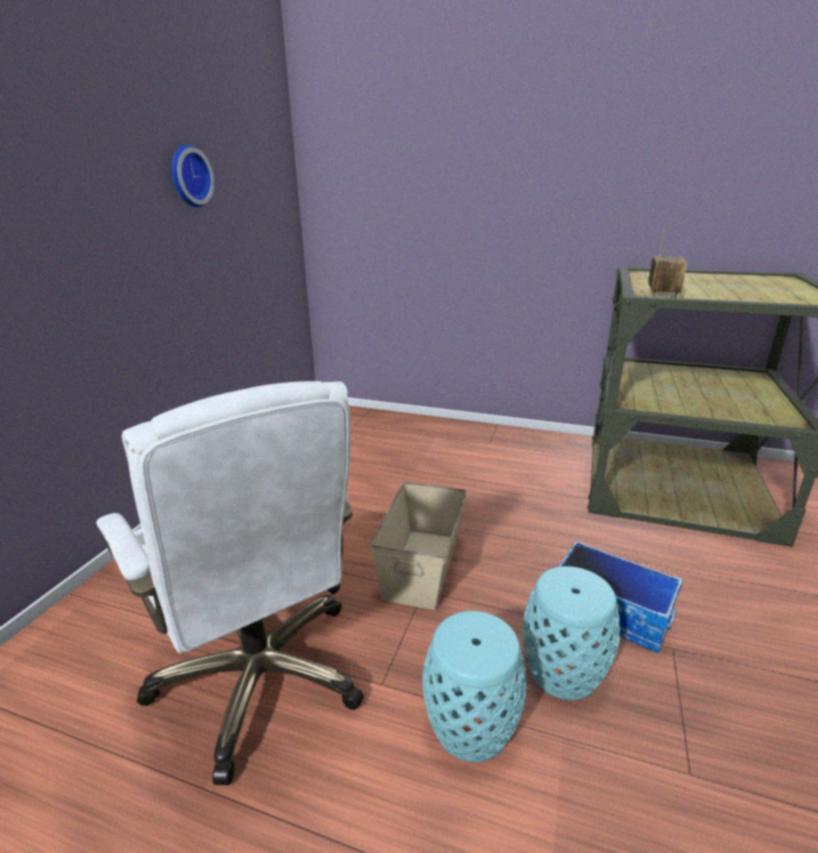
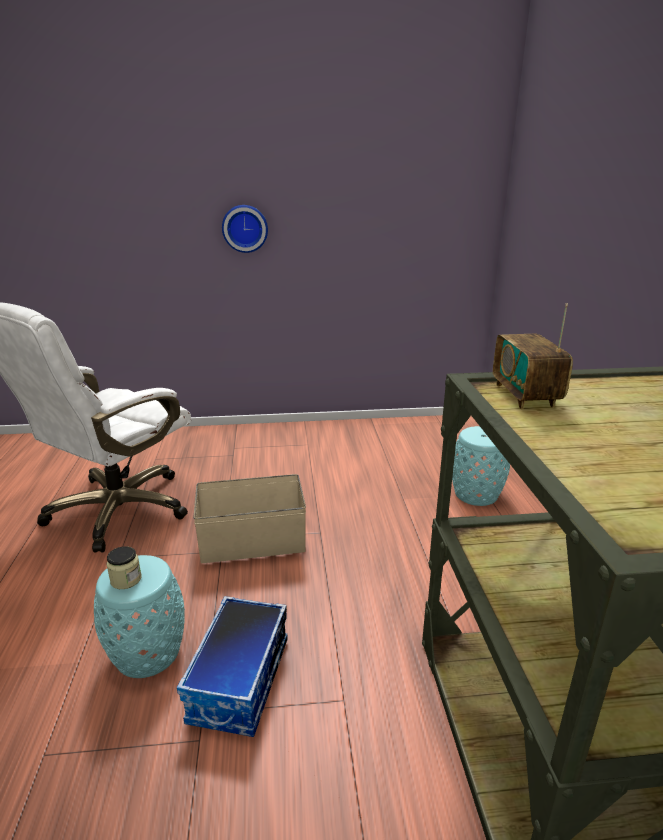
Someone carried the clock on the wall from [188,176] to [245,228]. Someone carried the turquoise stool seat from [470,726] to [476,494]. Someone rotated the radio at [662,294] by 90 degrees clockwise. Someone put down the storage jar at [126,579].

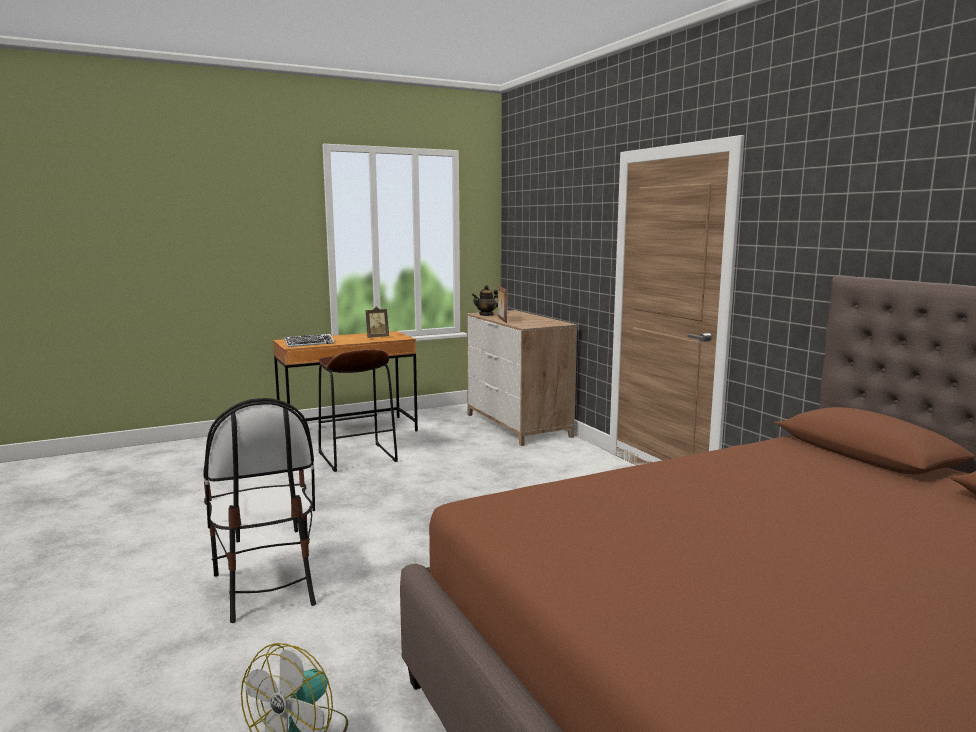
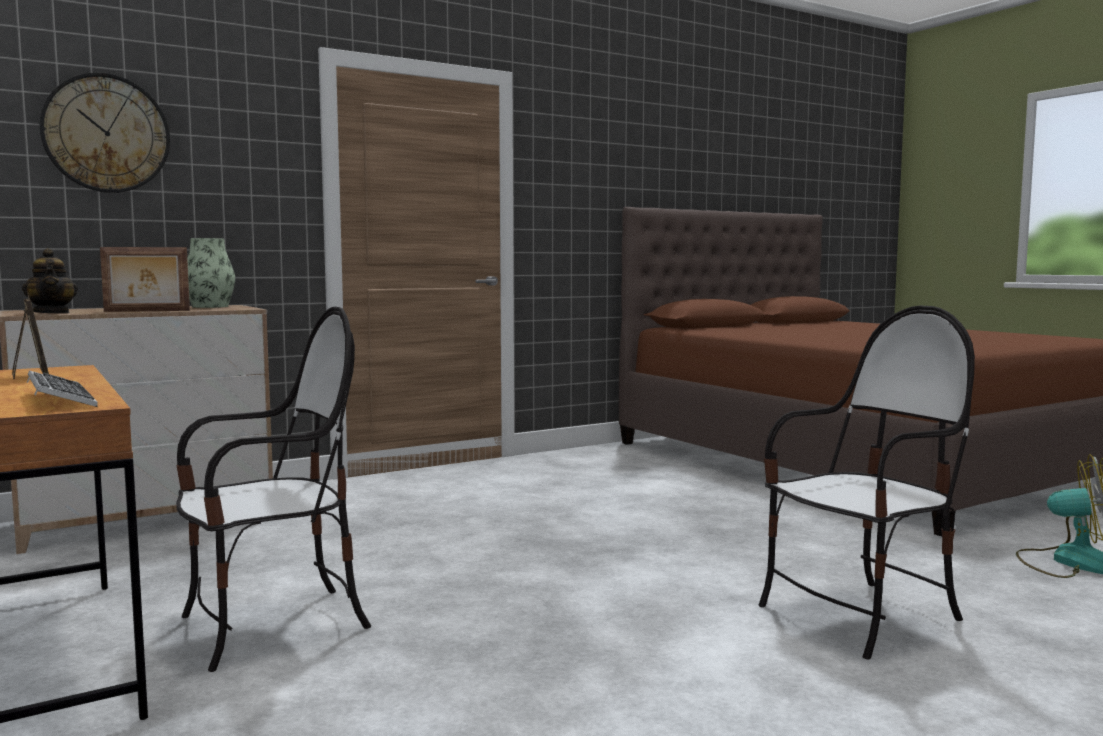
Someone swapped the brownish stool seat at [357,457] for the plain chair at [272,626]. Someone put up the clock on the wall at [106,133]. Someone put down the decorative vase at [210,306].

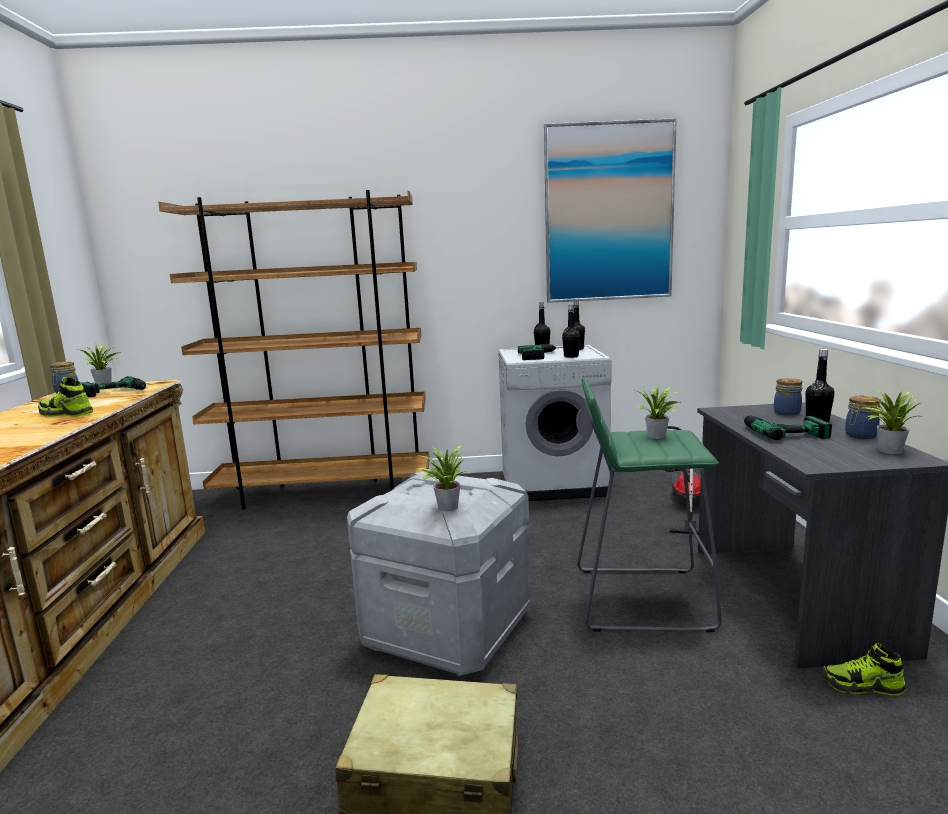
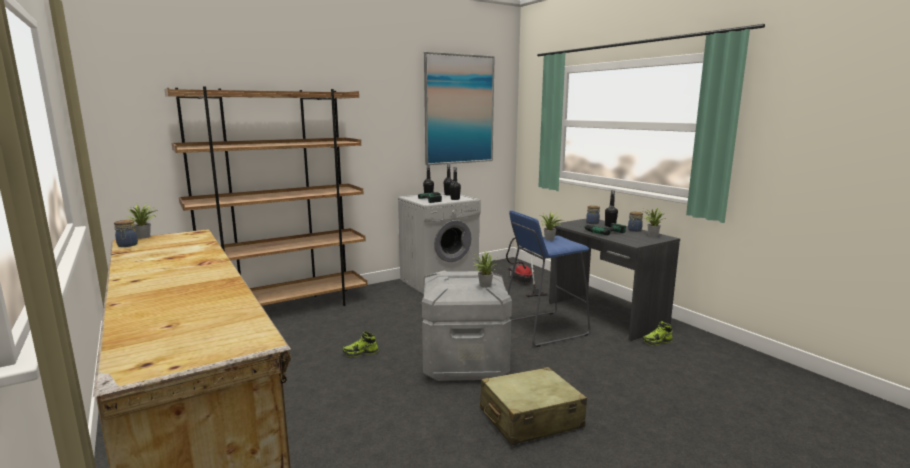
Someone carried the shoe from [66,414] to [360,353]. Someone took away the power drill at [117,393]. Someone repainted the greenish stool seat at [640,598], which became the blue stool seat at [543,328].

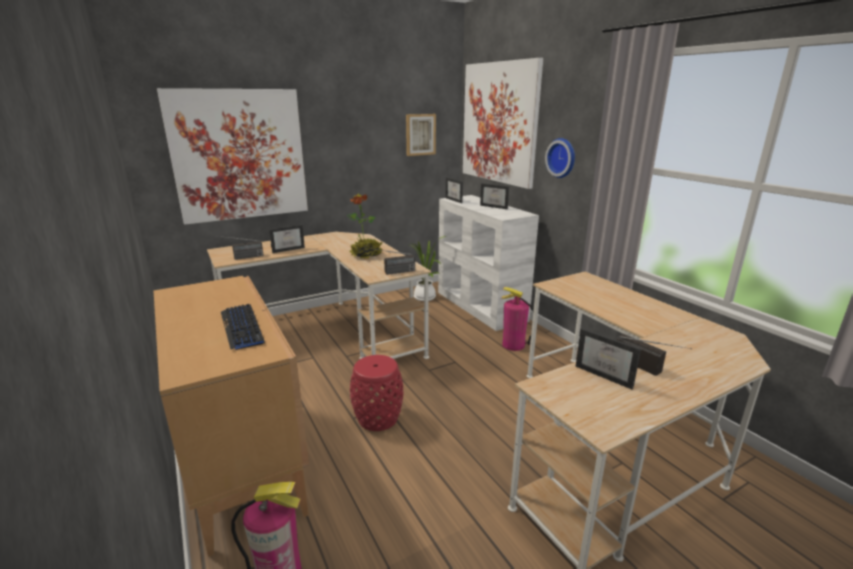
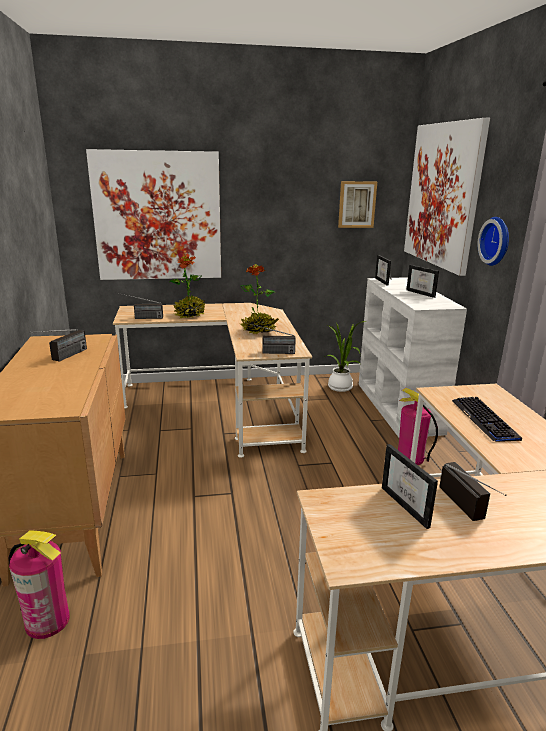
Someone carried the keyboard from [242,327] to [484,420]. Someone swapped the standing frame at [288,249] for the houseplant at [190,315]. Someone took away the red-coloured stool seat at [378,418]. Someone put down the radio at [63,358].

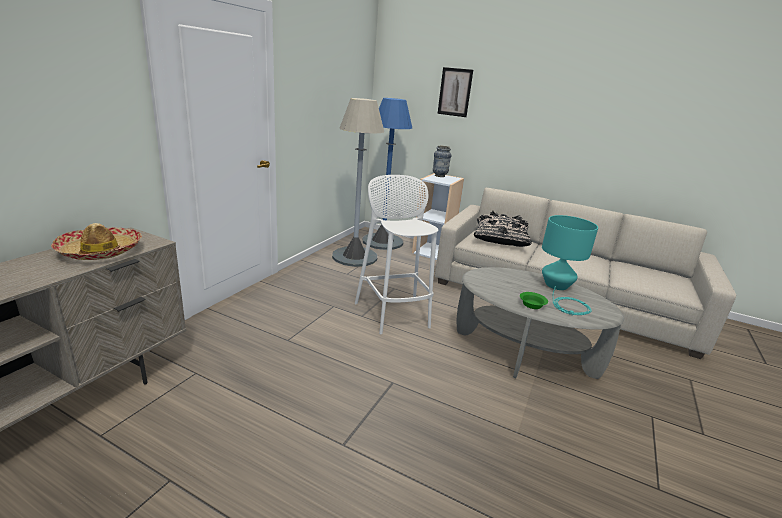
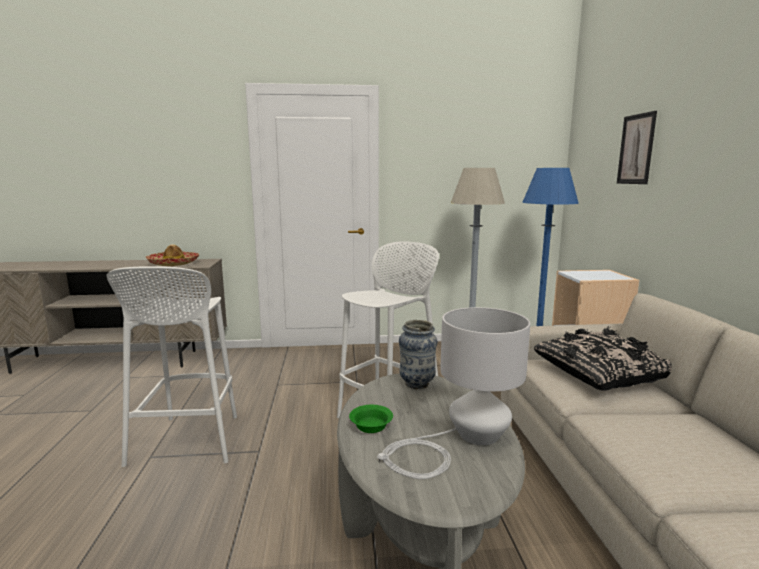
Someone carried the decorative vase from [439,176] to [417,384]. Someone repainted the turquoise lamp for a table at [561,293], which became the whitish lamp for a table at [455,443]. Someone put down the whitish stool seat at [189,441].

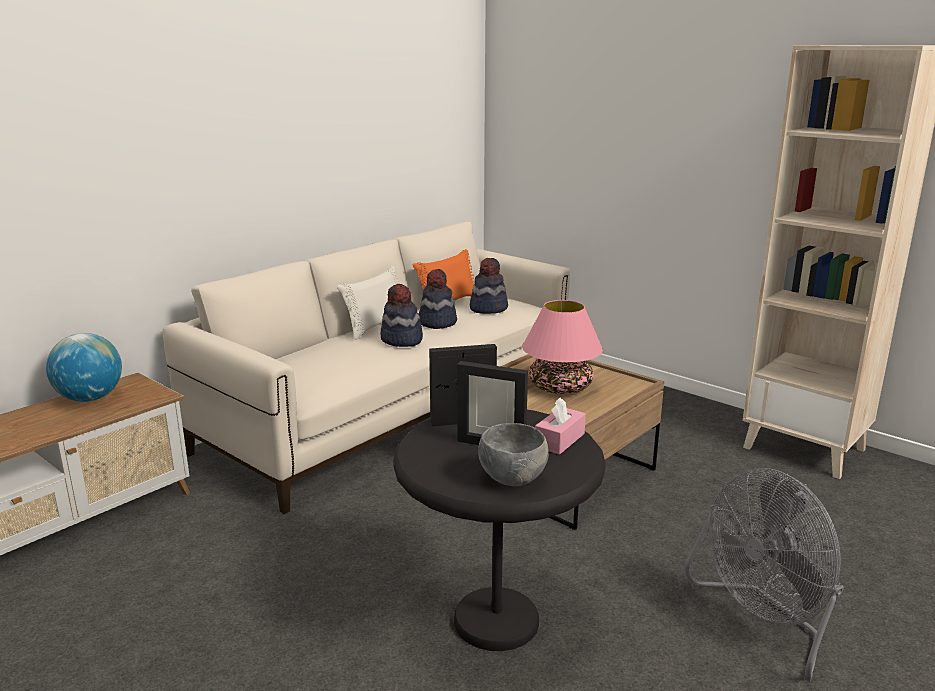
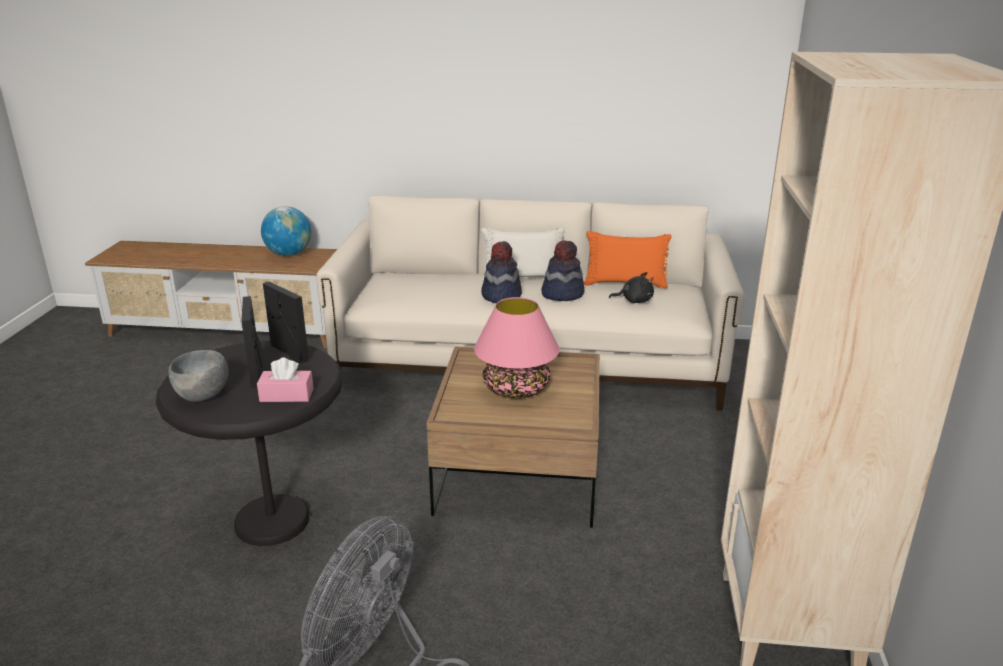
Someone swapped the hat at [488,308] for the black-coloured cuddly toy at [634,301].

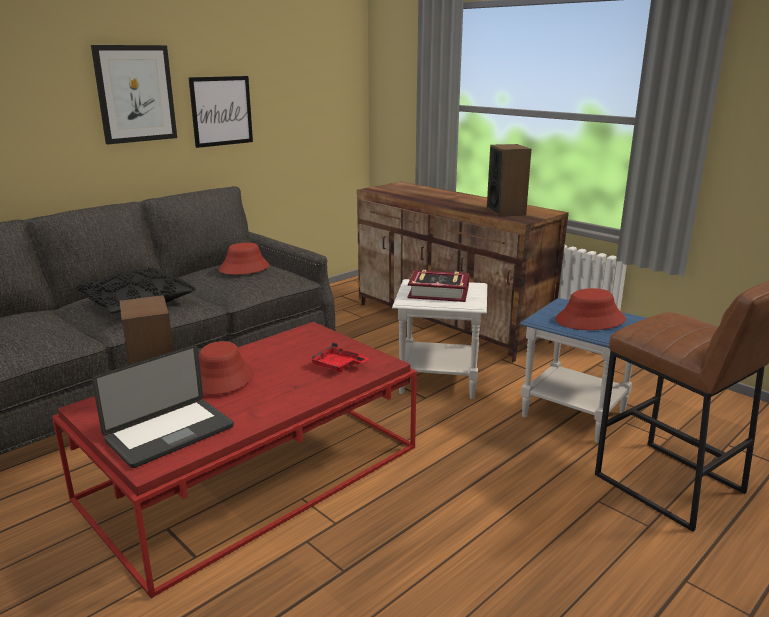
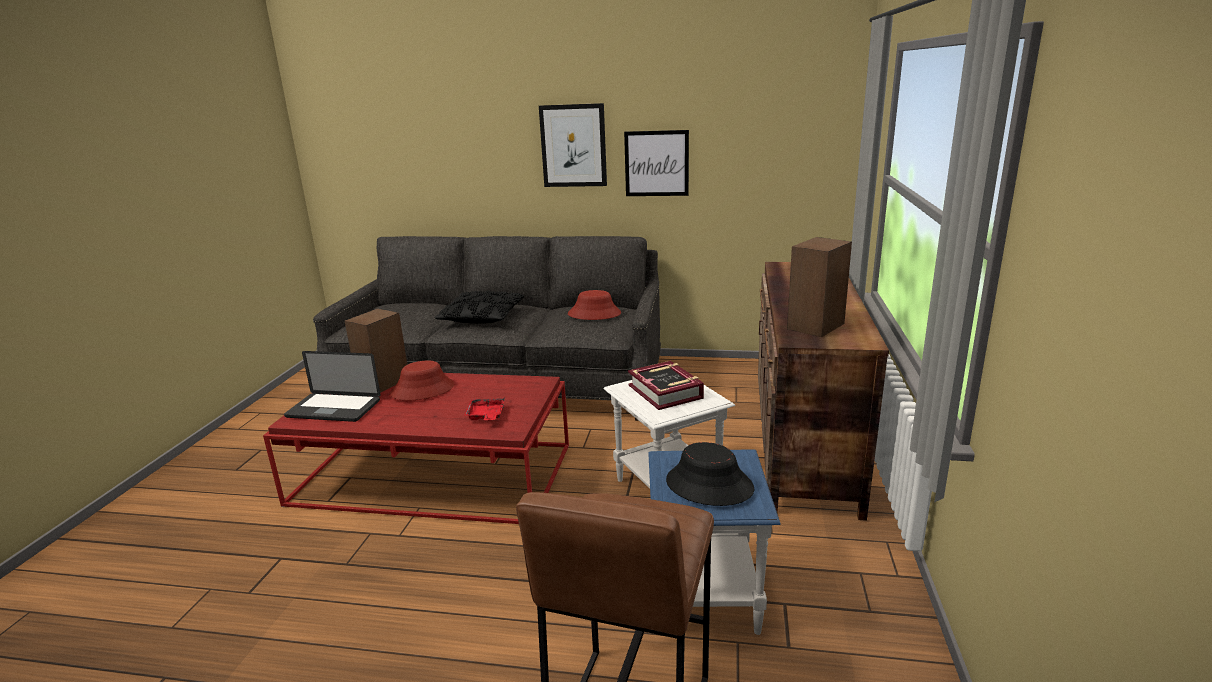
Someone repainted the red-coloured hat at [590,320], which became the black-coloured hat at [709,485].

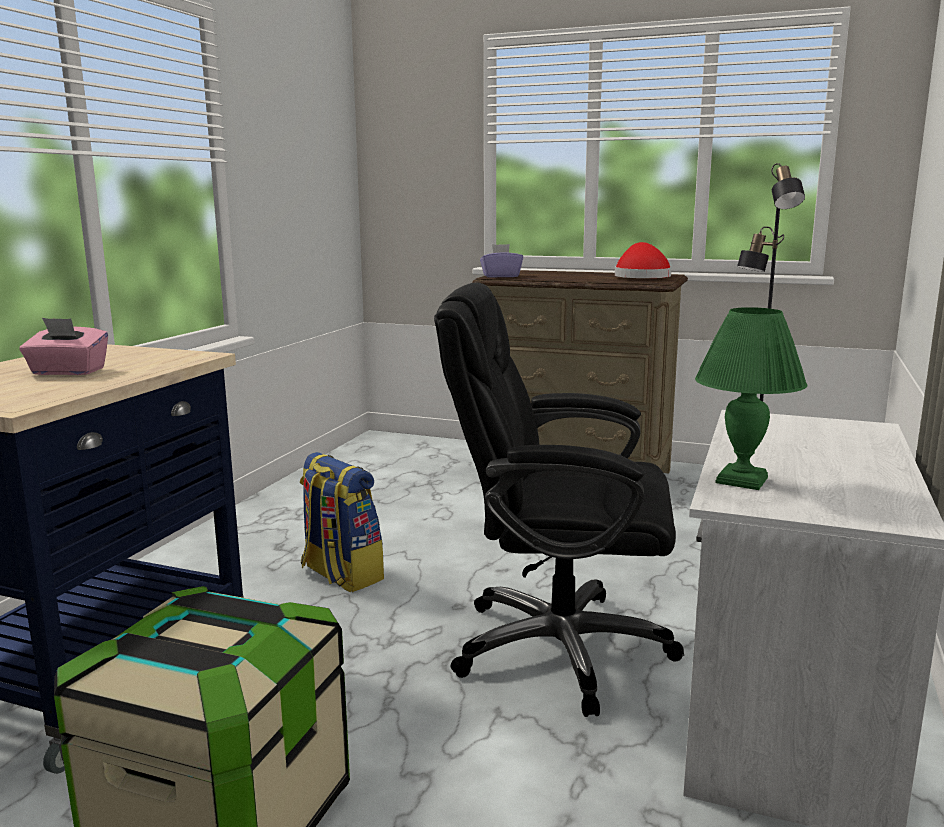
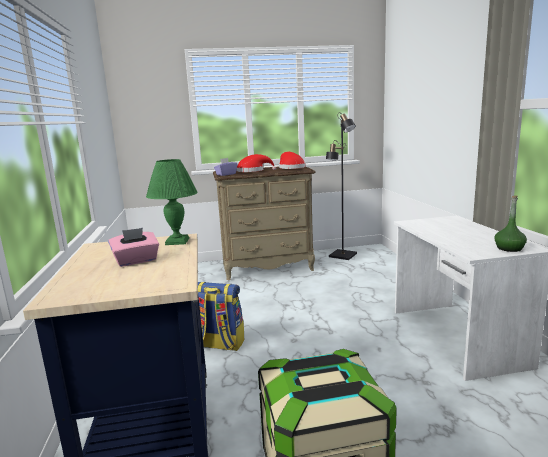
Someone took away the black-coloured computer chair at [560,648]. Someone carried the greenish lamp for a table from [743,480] to [178,241]. Someone put down the red-coloured hat at [252,171]. Someone put down the greenish drink bottle at [509,248].

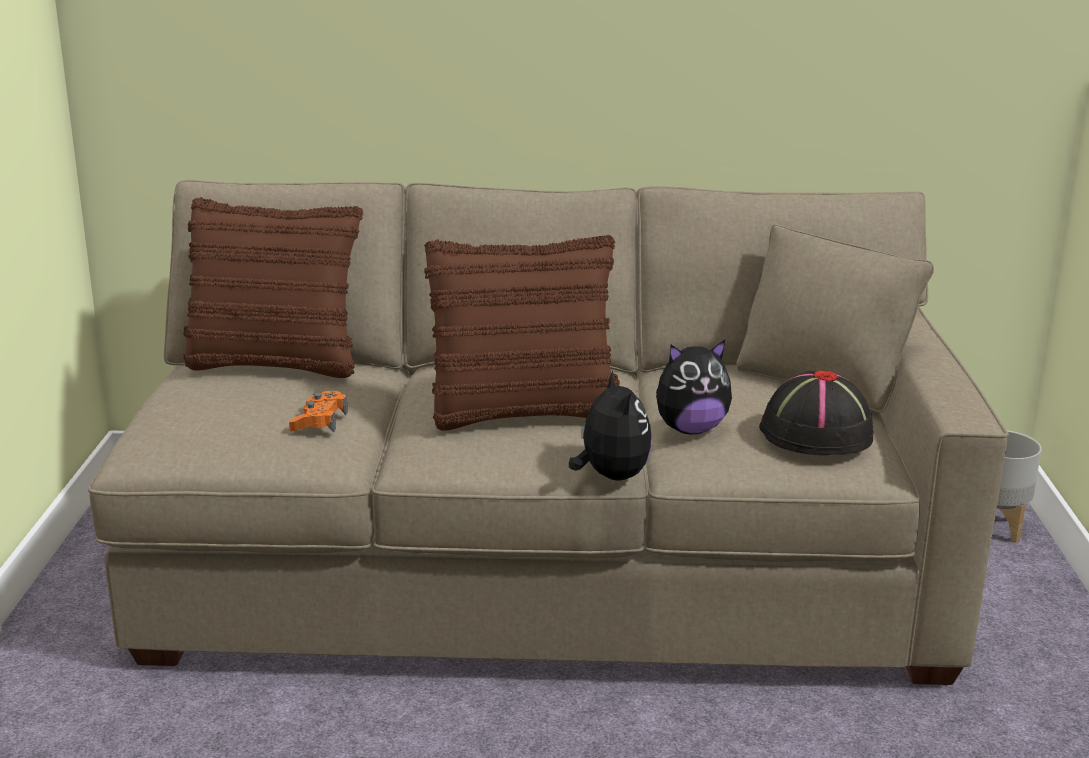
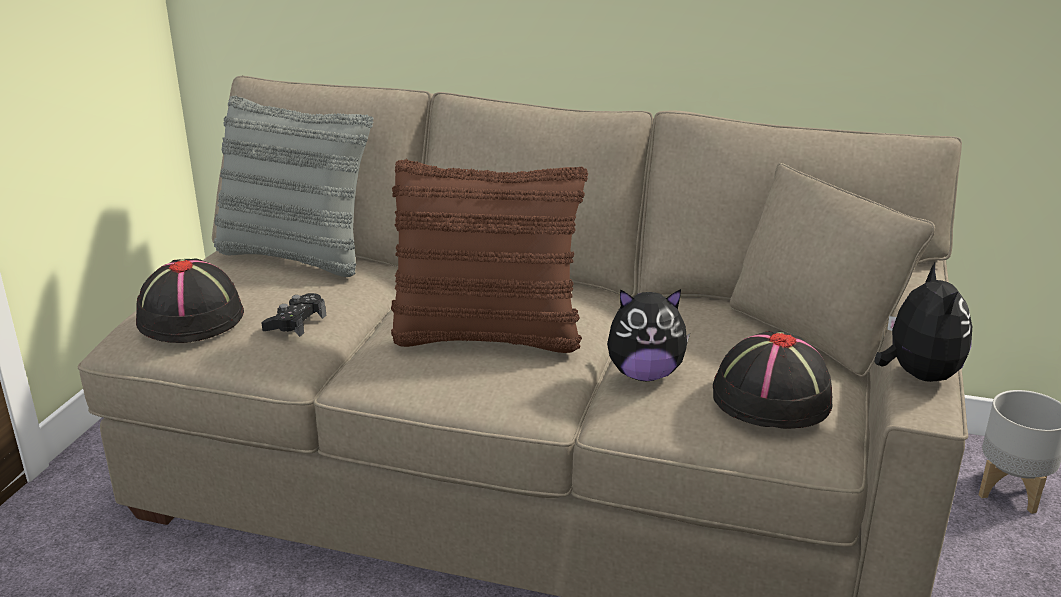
Someone repainted the brownish throw pillow at [277,365], which became the grey throw pillow at [298,257]. Someone repainted the orange joypad at [319,421], which became the black-coloured joypad at [295,322]. Someone carried the cuddly toy from [610,476] to [917,375]. Someone put down the black-coloured hat at [191,317].

